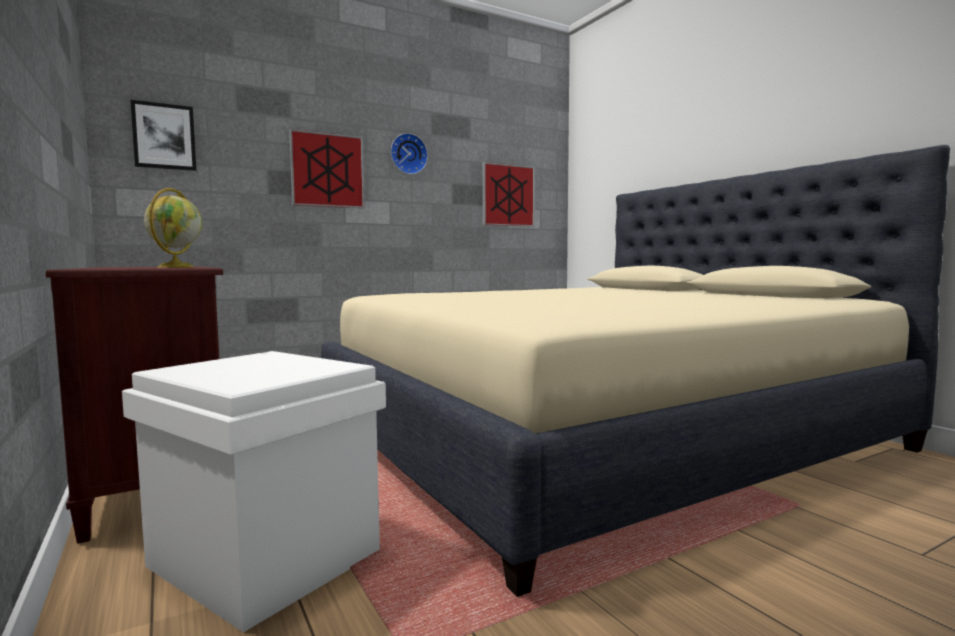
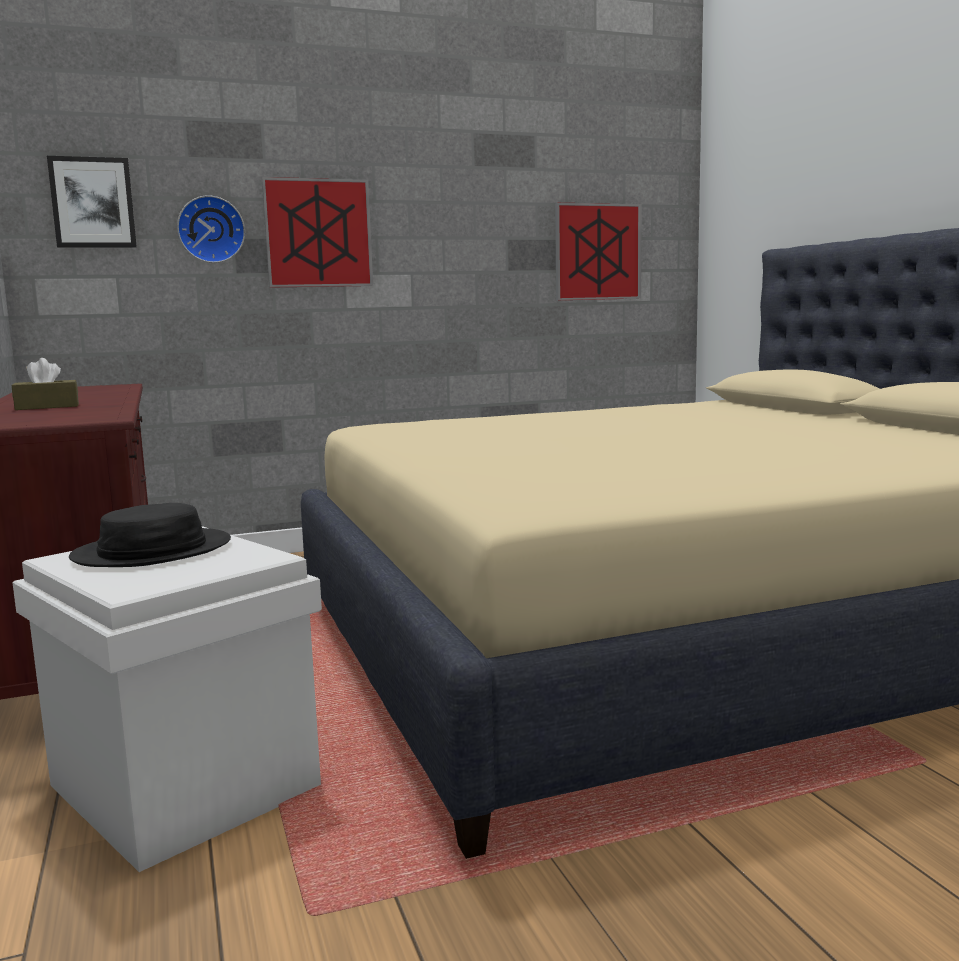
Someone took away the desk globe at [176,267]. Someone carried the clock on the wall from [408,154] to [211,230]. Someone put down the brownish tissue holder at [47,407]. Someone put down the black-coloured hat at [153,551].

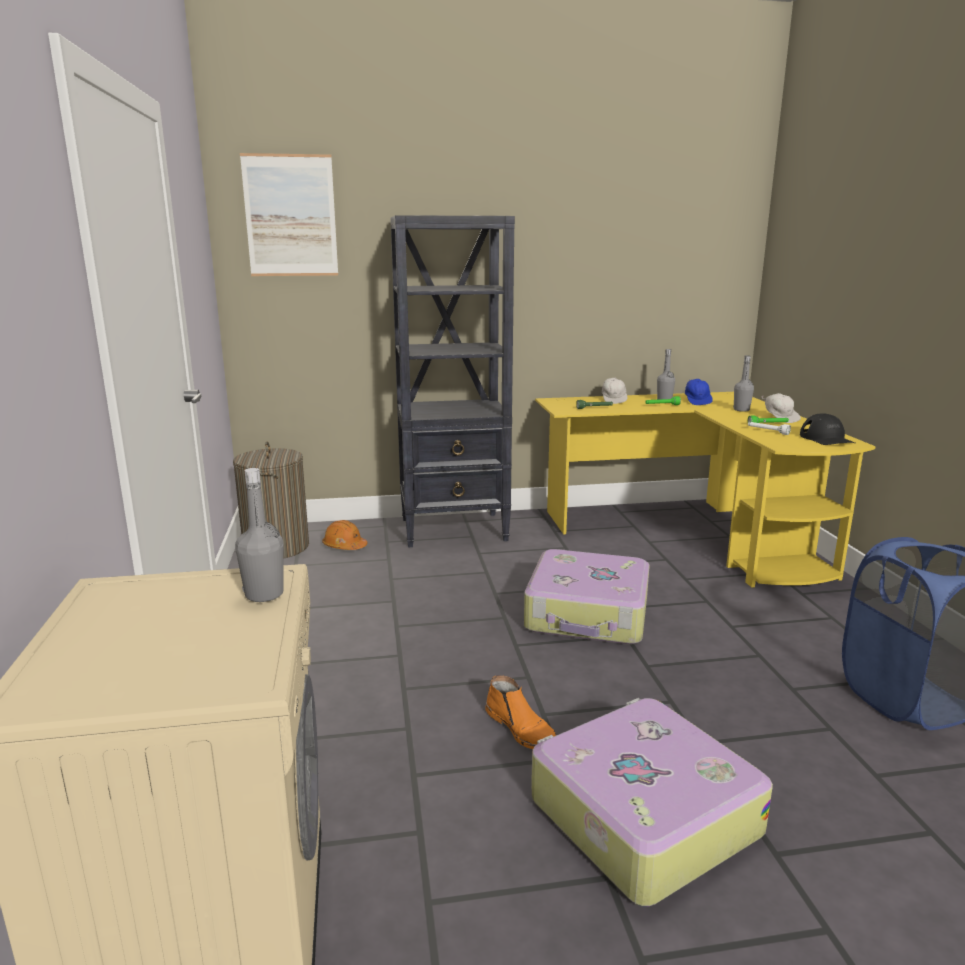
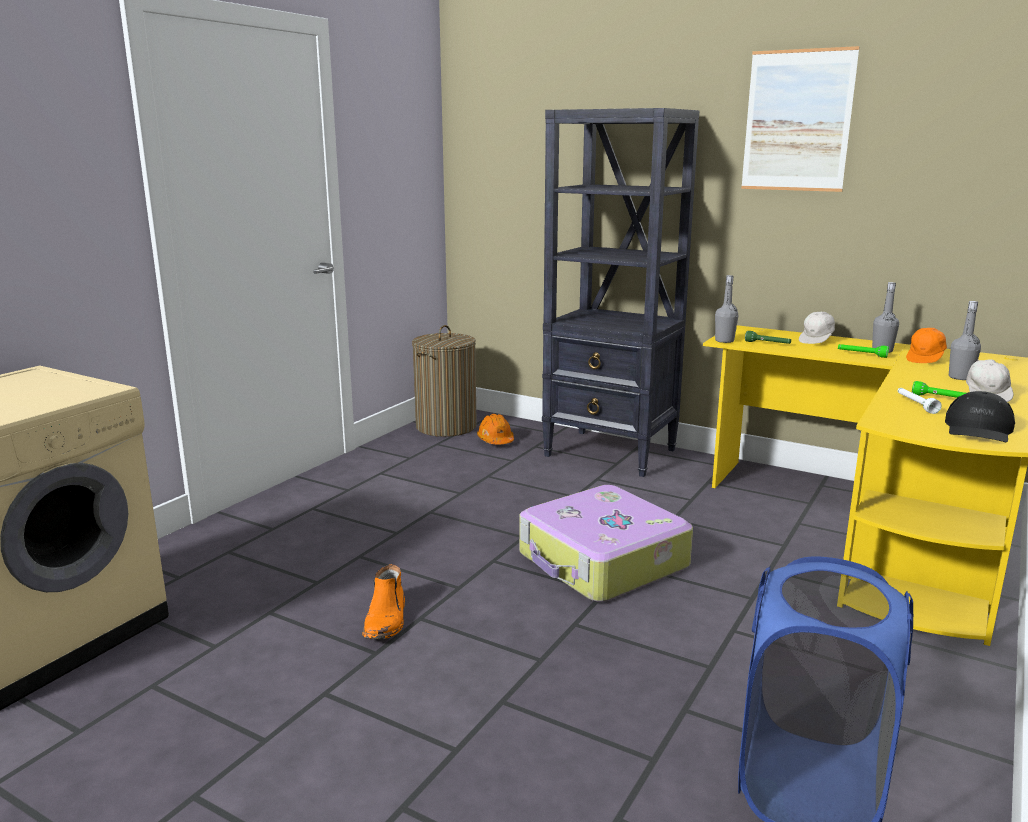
Someone carried the grey drink bottle from [264,594] to [724,341]. Someone carried the wall picture from [290,216] to [797,121]. Someone took away the suitcase at [641,815]. Someone repainted the blue cap at [697,401], which became the orange cap at [925,359].

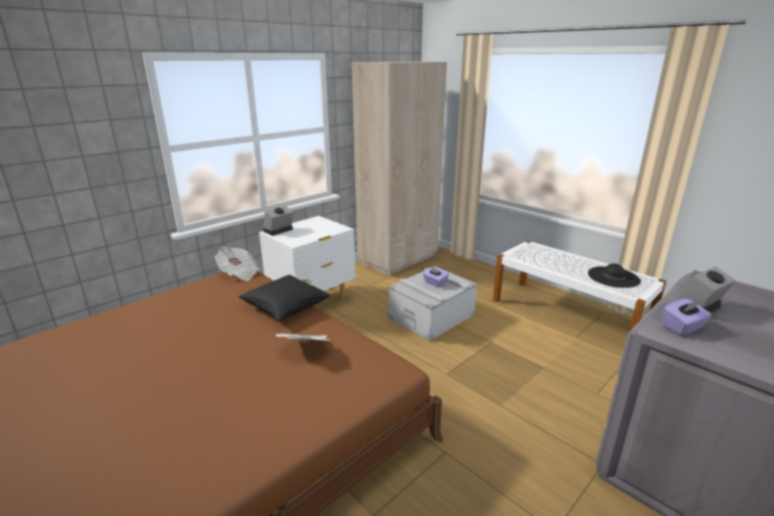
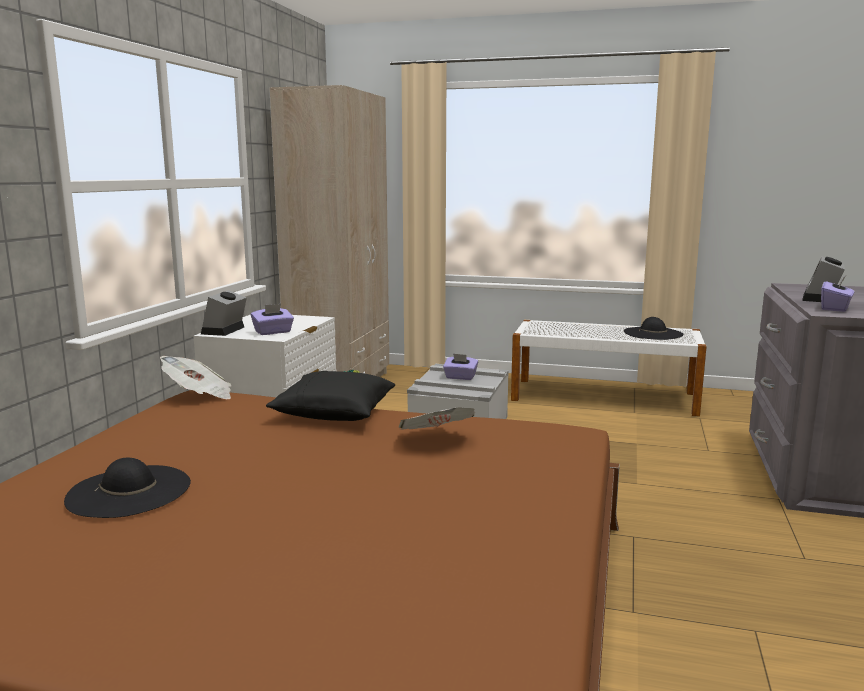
Someone put down the black-coloured hat at [129,491]. Someone put down the purple-coloured tissue holder at [273,332].

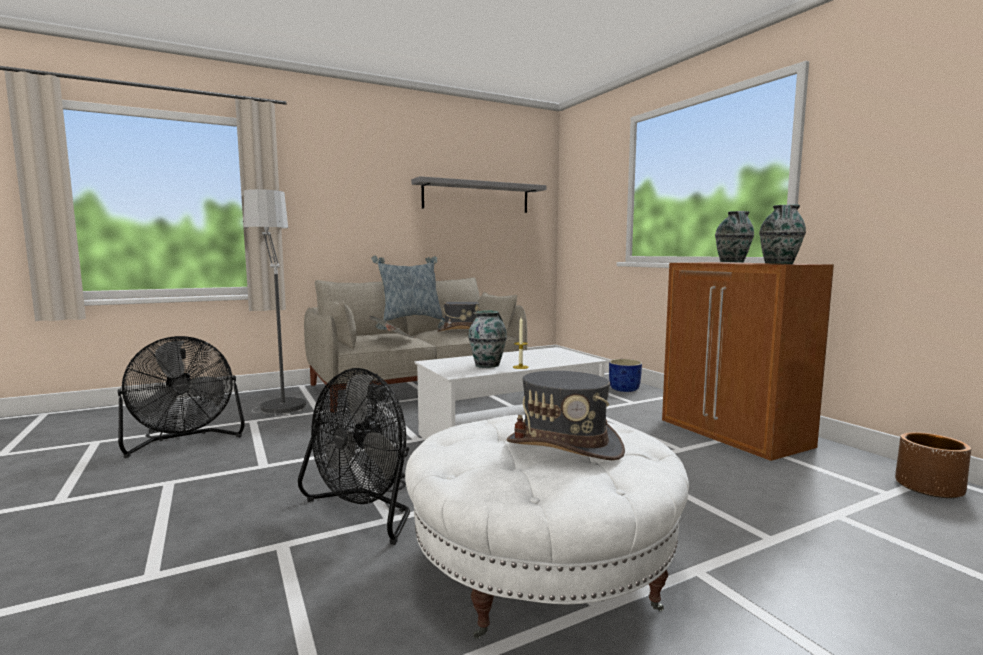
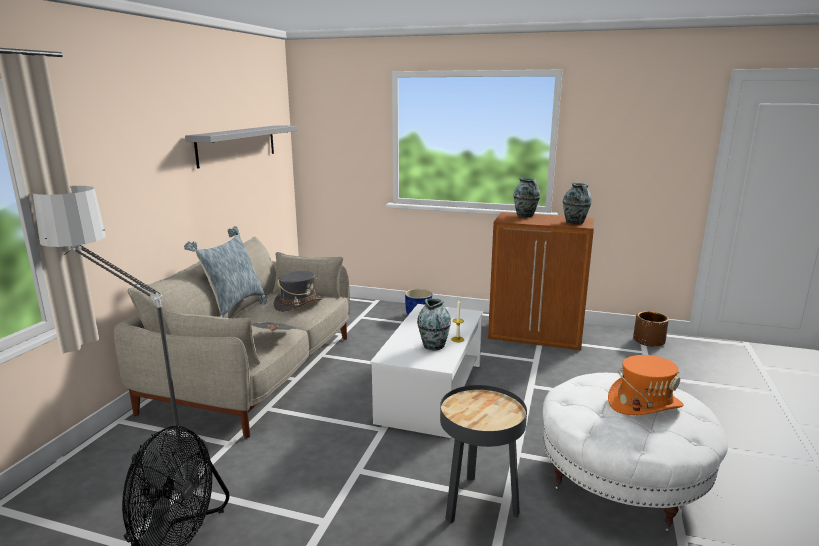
Someone swapped the black-coloured fan at [367,508] for the black-coloured side table at [479,503]. Someone repainted the grey hat at [564,446], which became the orange hat at [644,404].

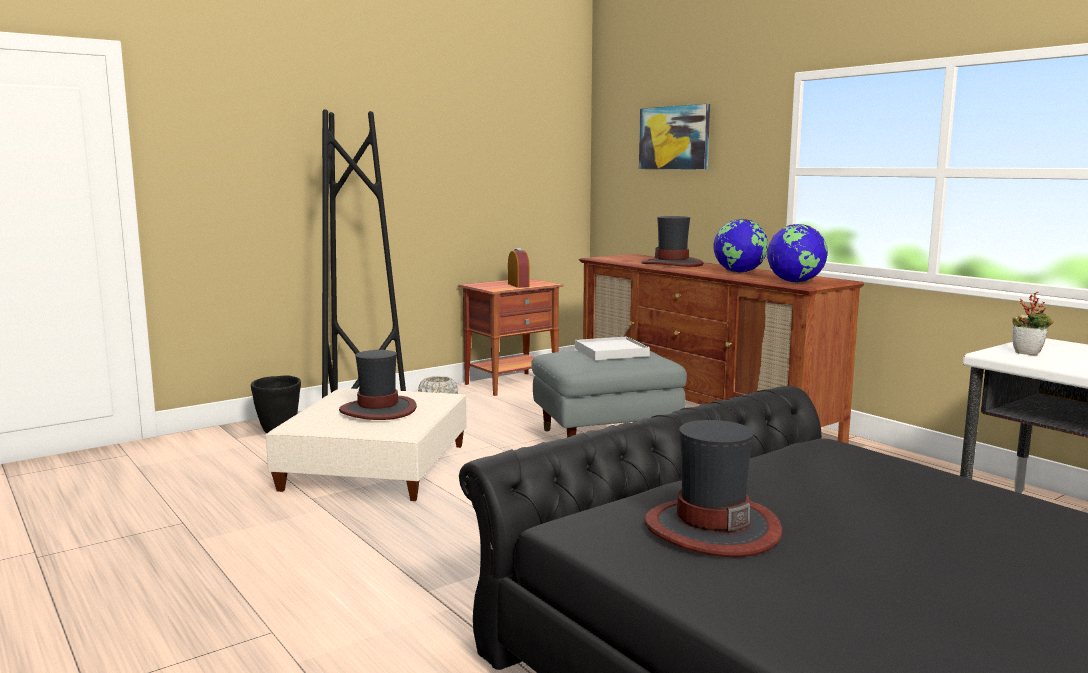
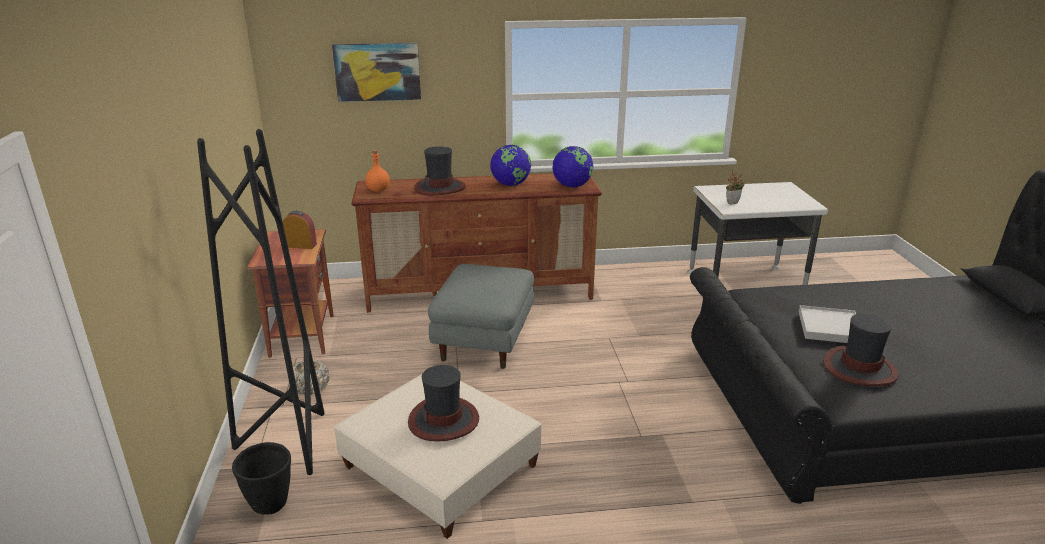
Someone carried the whitish tray from [611,352] to [829,327]. Someone put down the orange drink bottle at [378,190].

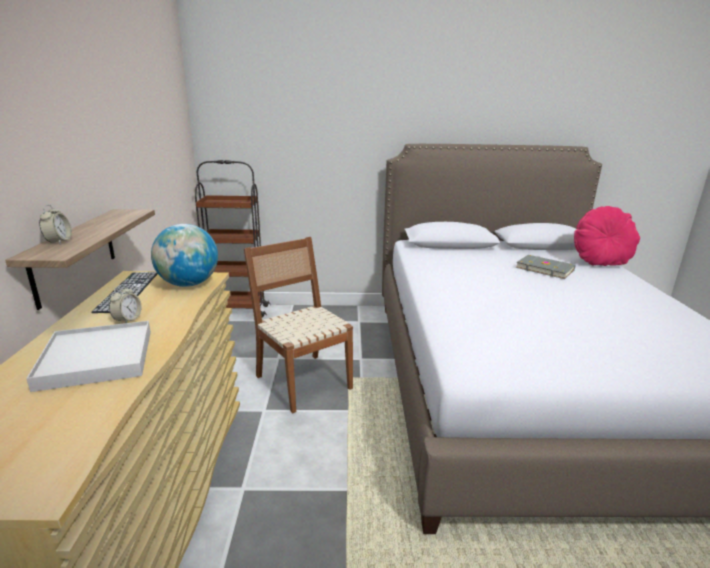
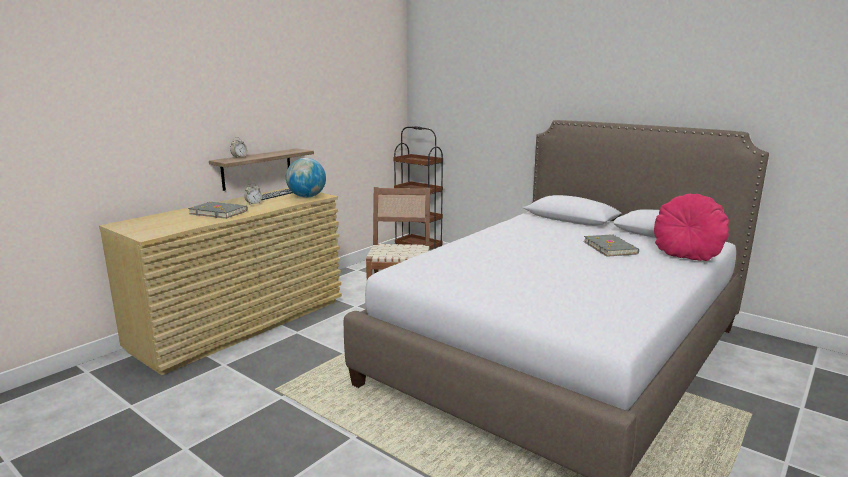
Someone swapped the whitish tray at [97,358] for the grey volume at [219,212].

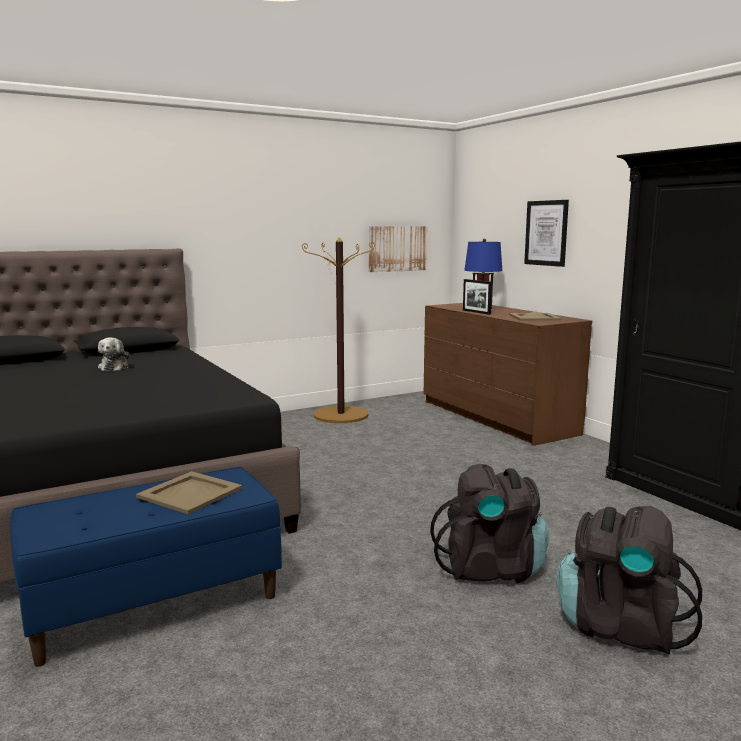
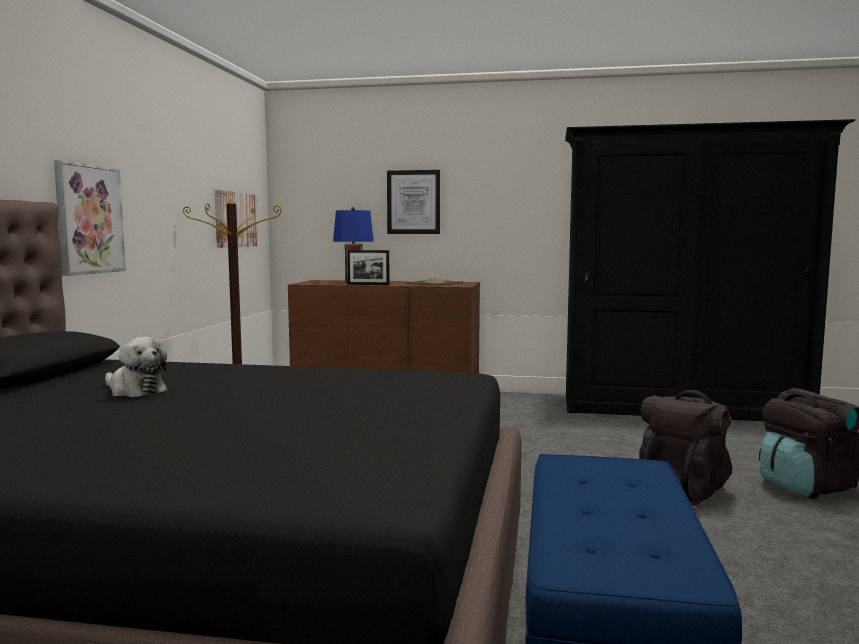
Someone took away the beige-coloured tray at [190,493]. Someone put up the wall picture at [89,219].

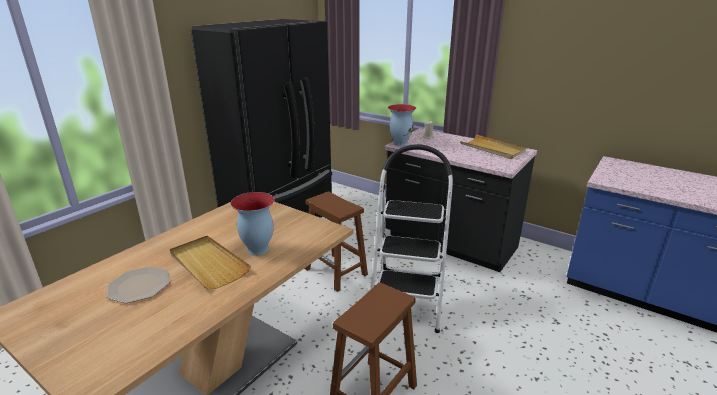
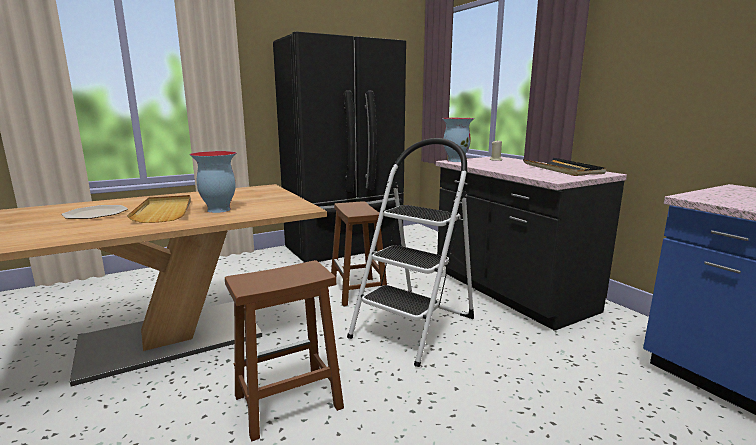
Someone repainted the beige-coloured tray at [492,149], which became the black-coloured tray at [562,170].

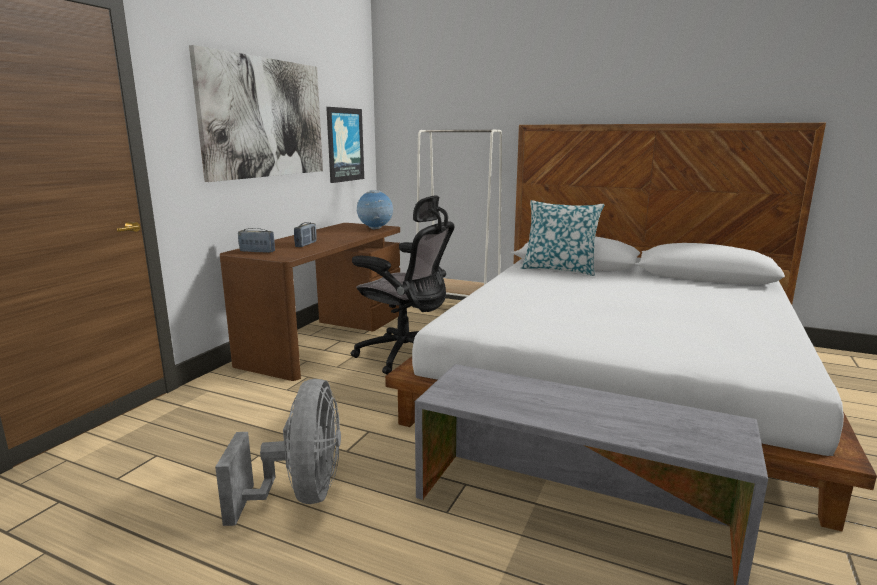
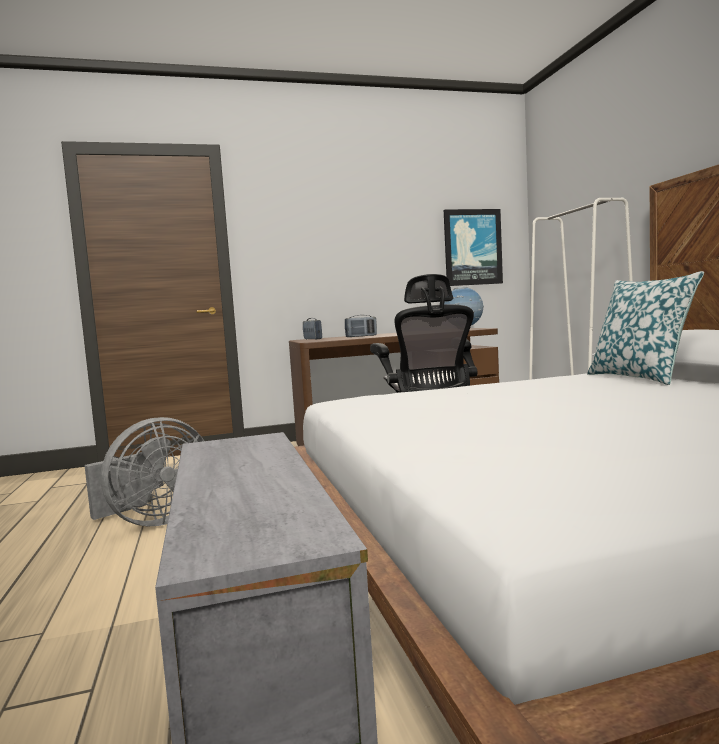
Someone took away the wall picture at [264,118].

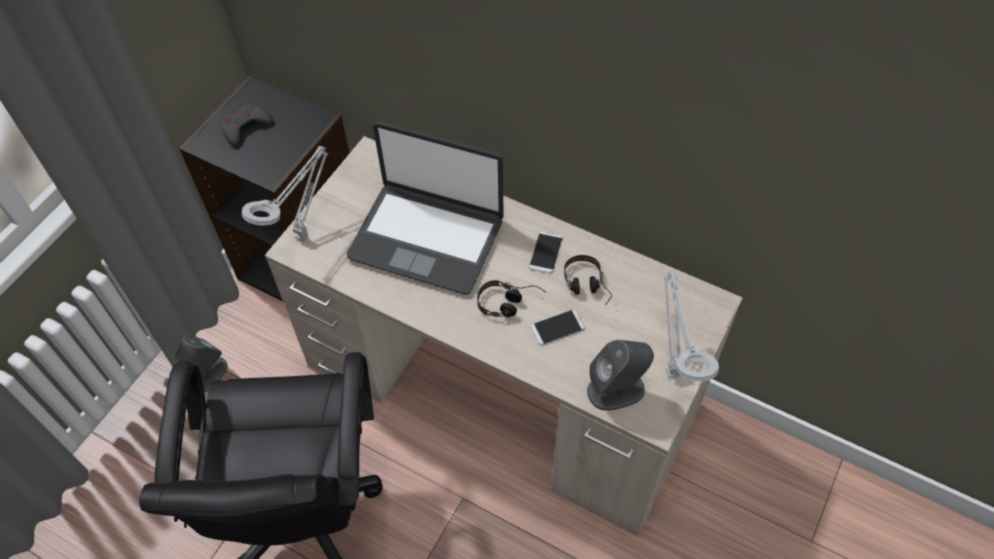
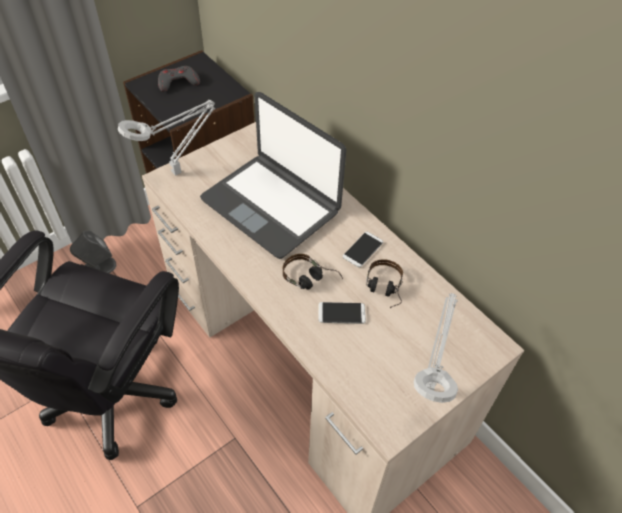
Someone took away the grey audio speaker at [616,390].

